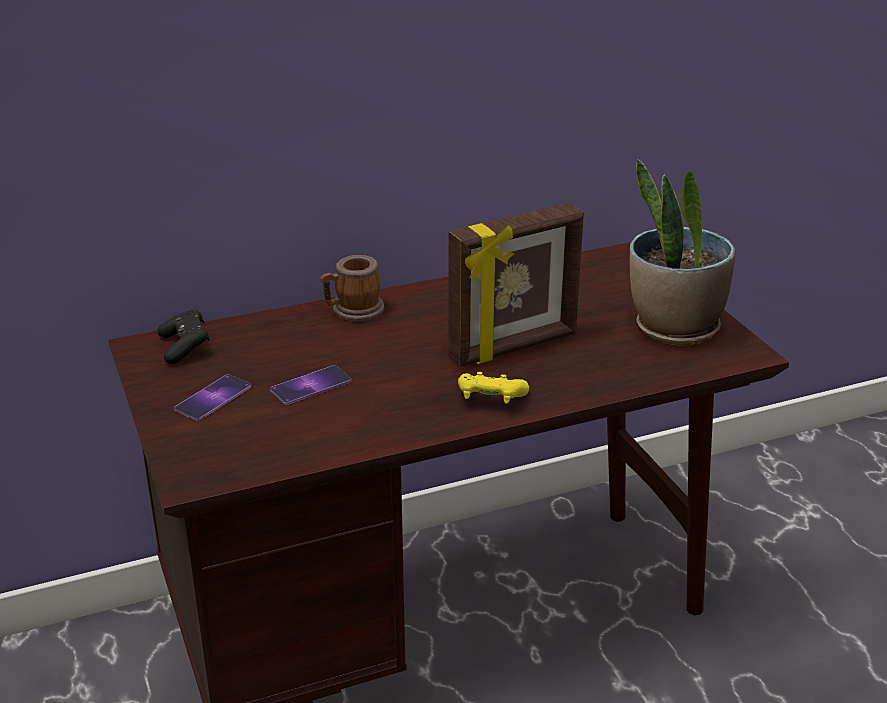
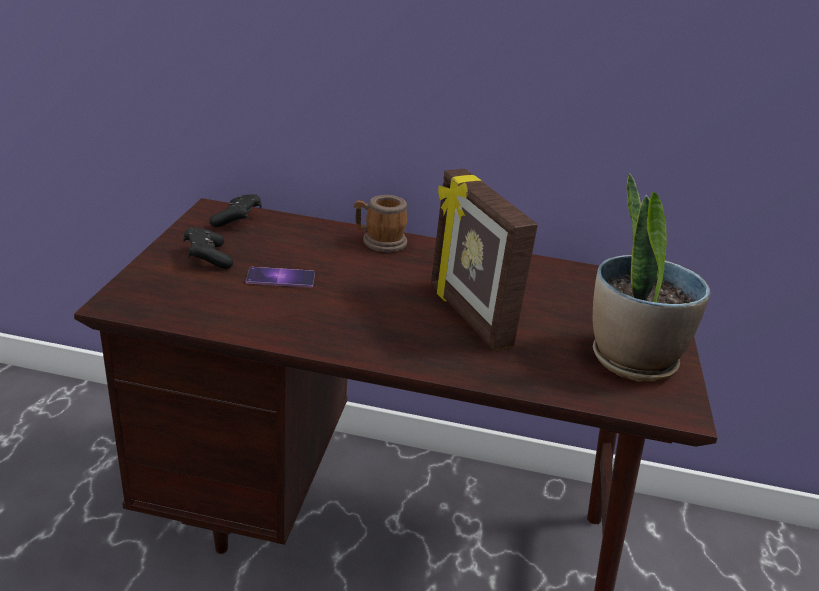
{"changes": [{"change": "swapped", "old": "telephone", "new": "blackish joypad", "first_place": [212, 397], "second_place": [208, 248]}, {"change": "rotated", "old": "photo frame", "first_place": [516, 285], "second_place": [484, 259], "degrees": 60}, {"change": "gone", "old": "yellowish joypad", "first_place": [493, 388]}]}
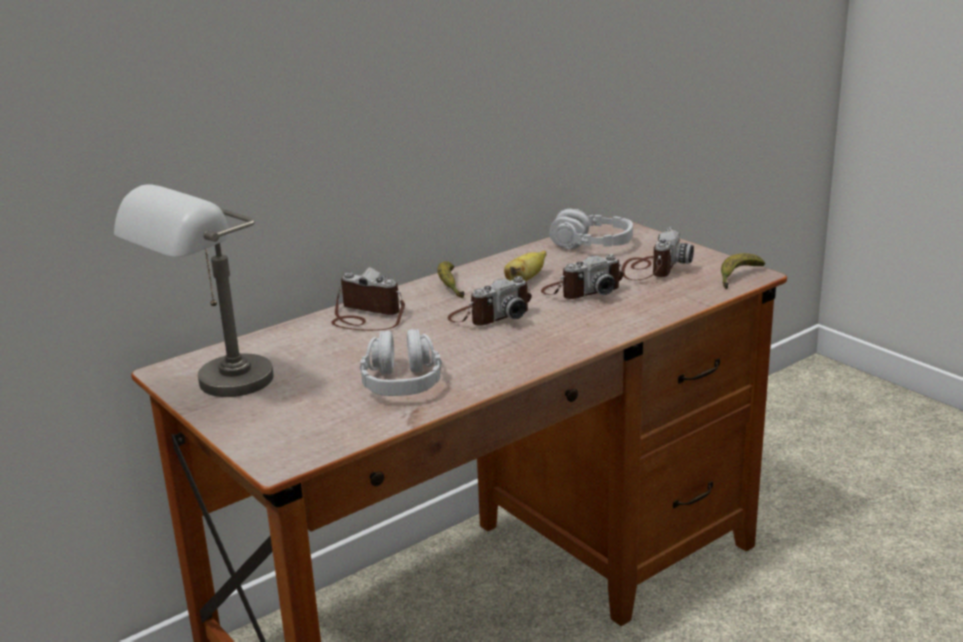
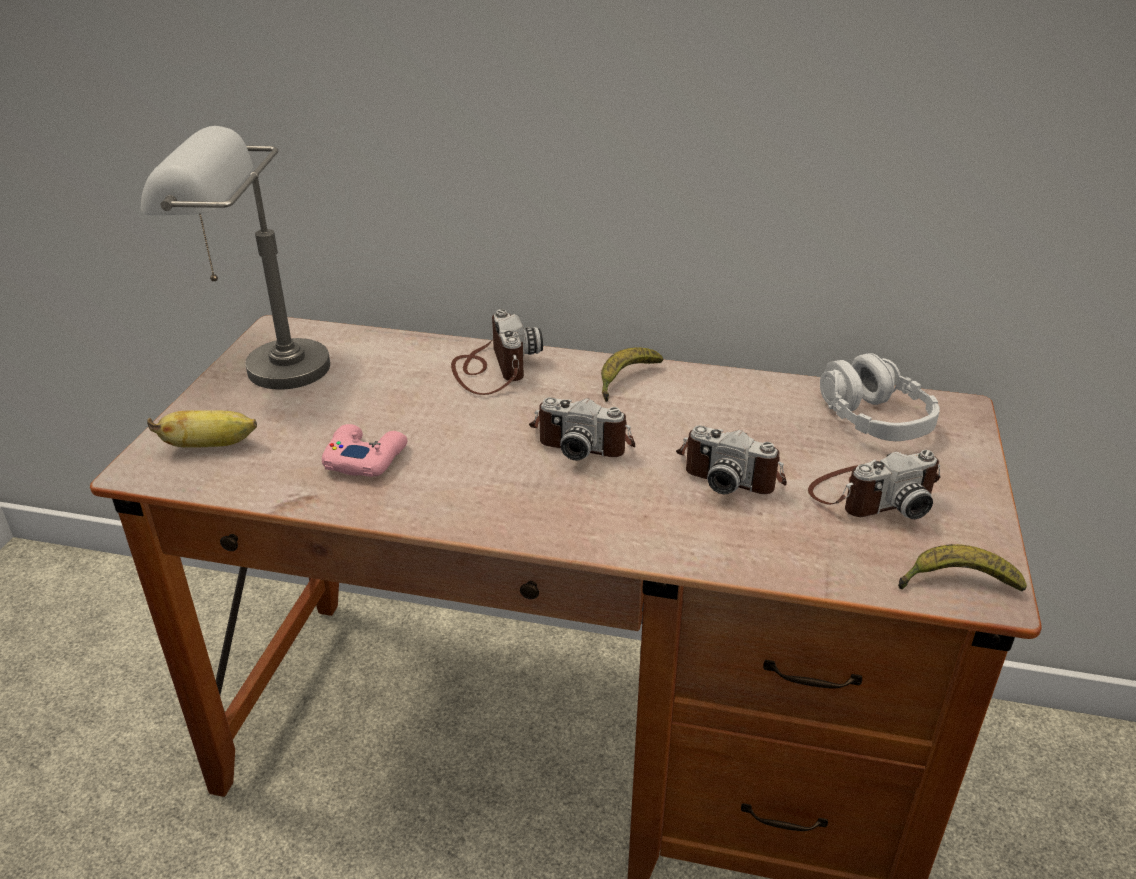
{"changes": [{"change": "swapped", "old": "greyish headphones", "new": "pink joypad", "first_place": [400, 362], "second_place": [364, 450]}, {"change": "shifted", "old": "whole banana", "first_place": [525, 266], "second_place": [202, 429]}]}
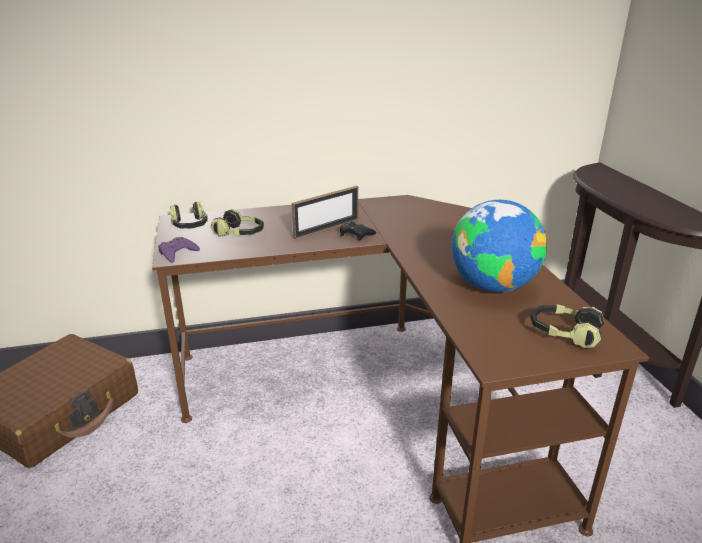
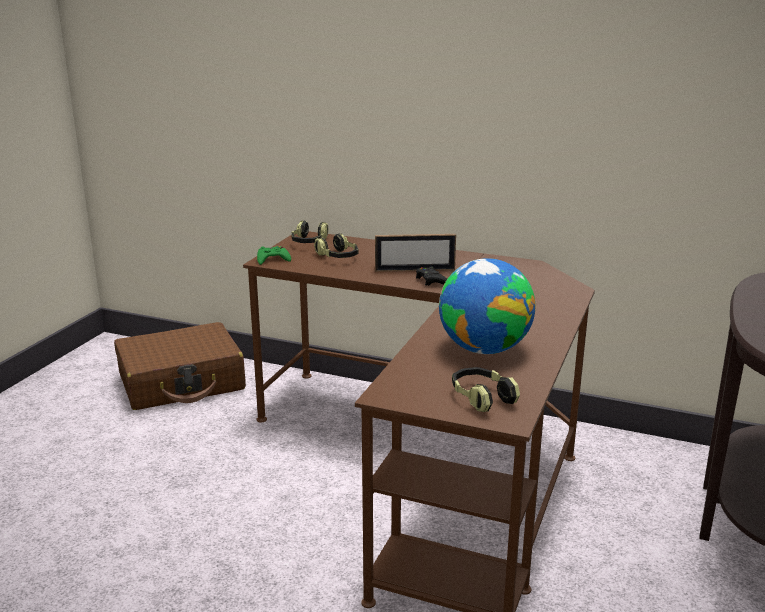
{"changes": [{"change": "repainted", "old": "purple joypad", "new": "green joypad", "first_place": [179, 250], "second_place": [274, 255]}]}
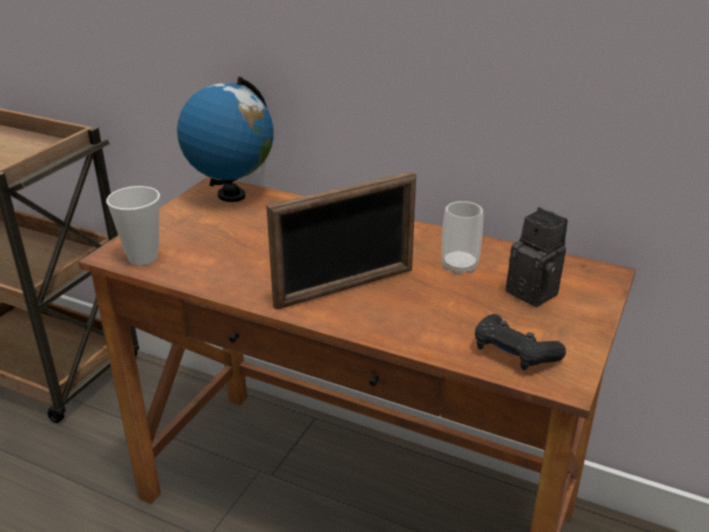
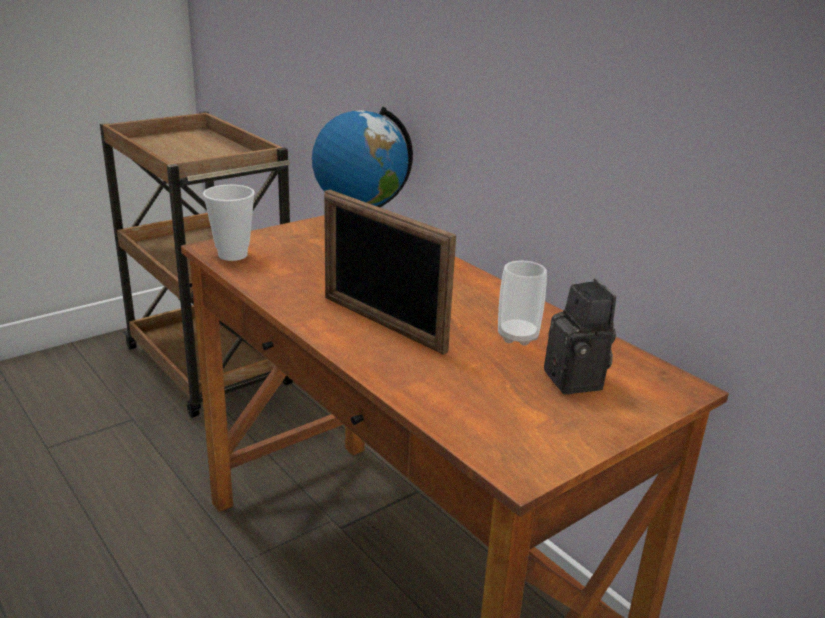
{"changes": [{"change": "rotated", "old": "photo frame", "first_place": [341, 240], "second_place": [390, 272], "degrees": 45}, {"change": "gone", "old": "blackish joypad", "first_place": [520, 342]}]}
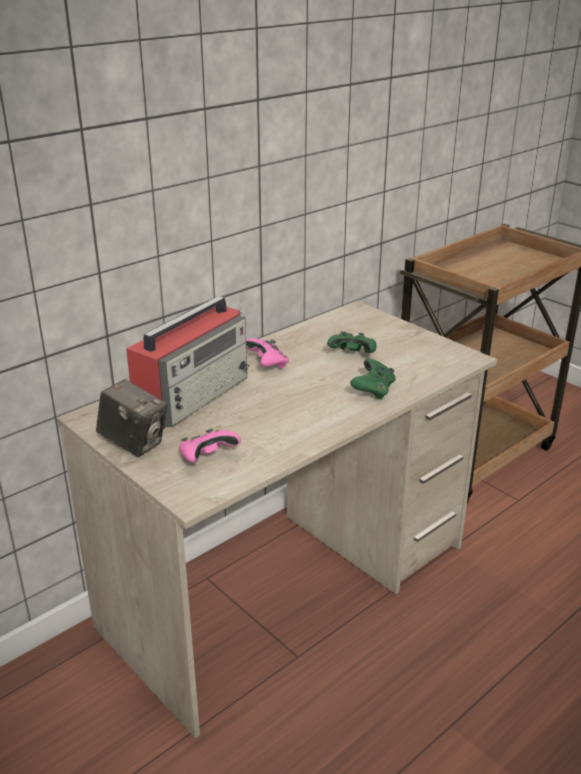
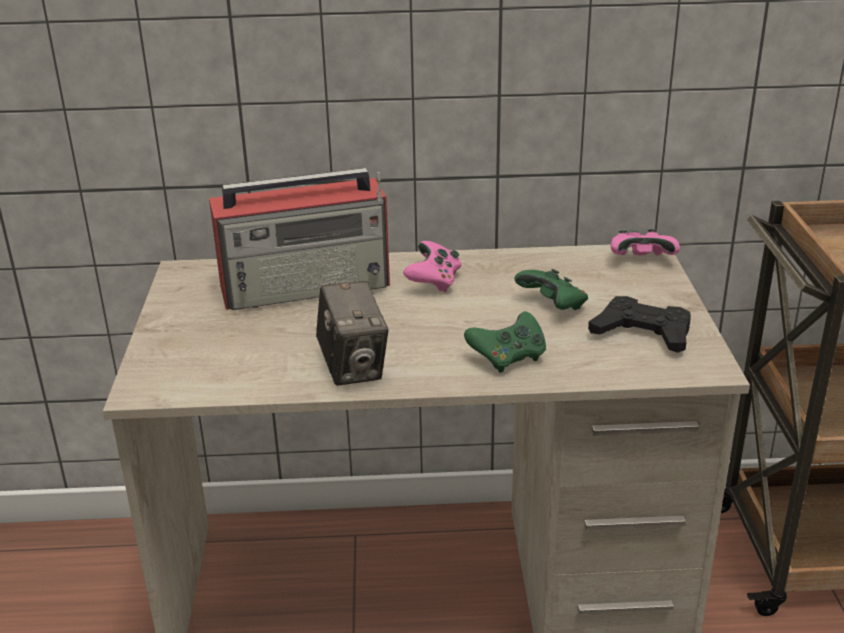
{"changes": [{"change": "shifted", "old": "still camera", "first_place": [131, 418], "second_place": [352, 333]}, {"change": "shifted", "old": "pink joypad", "first_place": [210, 446], "second_place": [645, 242]}, {"change": "new", "new": "blackish joypad", "second_place": [639, 324]}]}
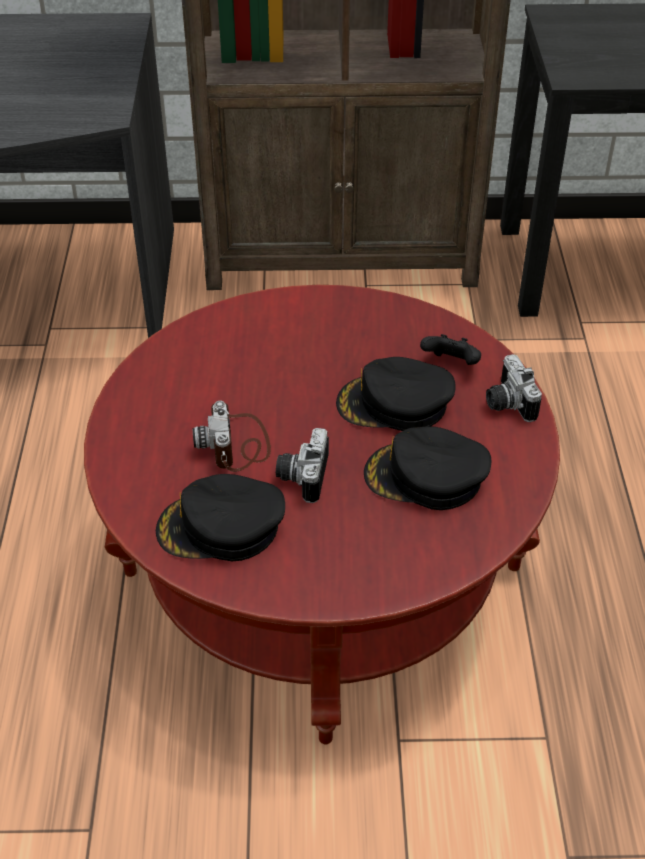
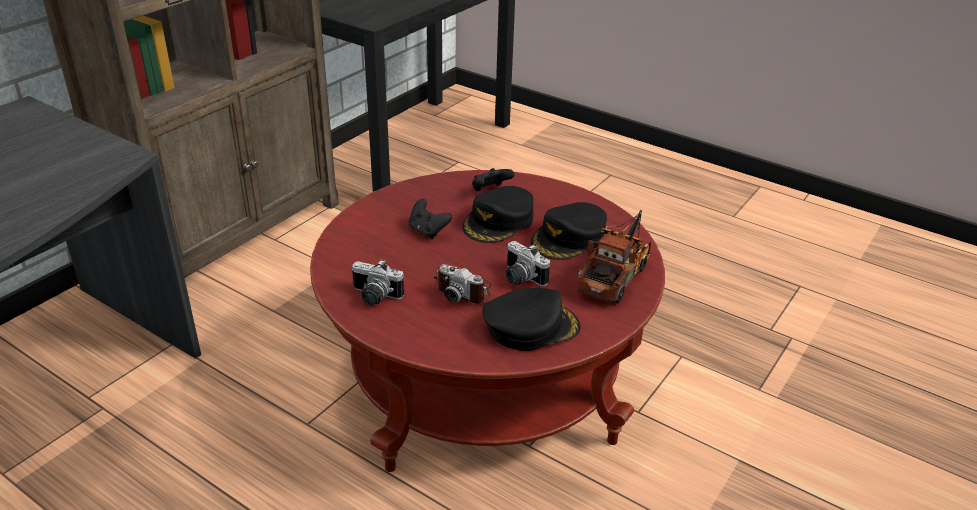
{"changes": [{"change": "rotated", "old": "blackish peaked cap", "first_place": [220, 517], "second_place": [531, 319], "degrees": -135}, {"change": "shifted", "old": "still camera", "first_place": [514, 388], "second_place": [378, 283]}, {"change": "new", "new": "blackish joypad", "second_place": [430, 219]}, {"change": "new", "new": "toy truck", "second_place": [614, 256]}]}
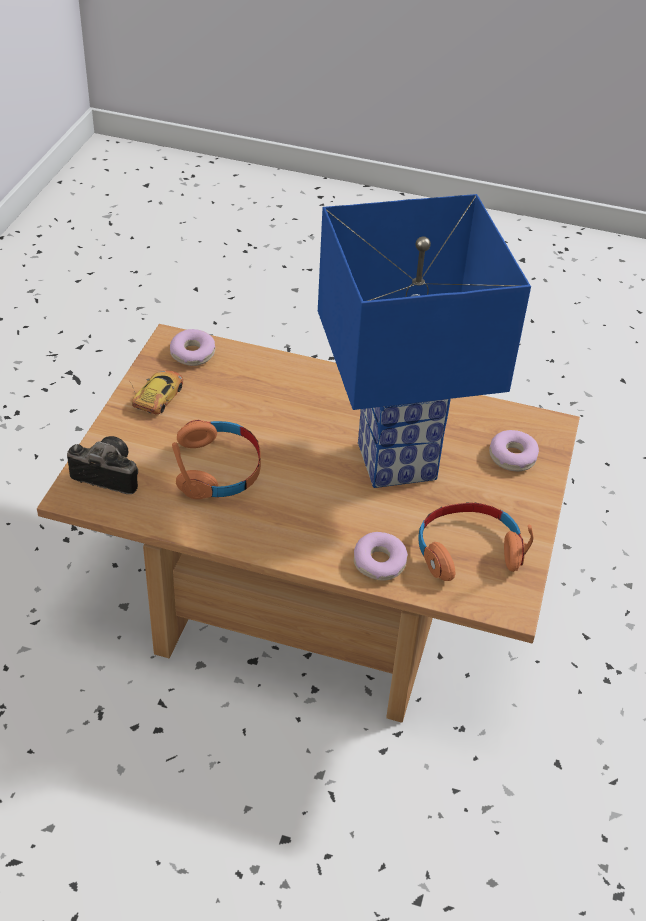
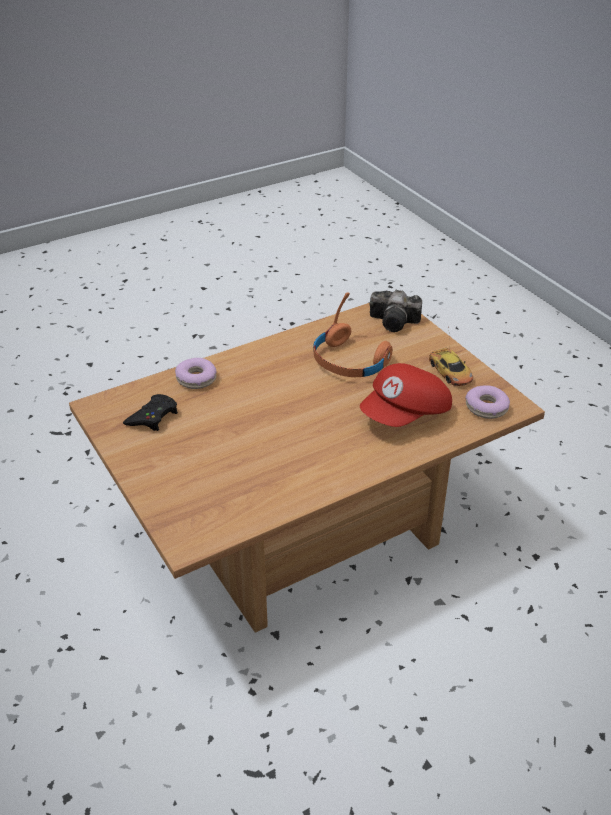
{"changes": [{"change": "rotated", "old": "still camera", "first_place": [102, 465], "second_place": [396, 310], "degrees": 45}, {"change": "gone", "old": "bluish lamp for a table", "first_place": [424, 341]}, {"change": "swapped", "old": "orangey headphones", "new": "blackish joypad", "first_place": [475, 541], "second_place": [150, 412]}, {"change": "gone", "old": "ring doughnut", "first_place": [514, 450]}, {"change": "new", "new": "red-coloured peaked cap", "second_place": [406, 395]}]}
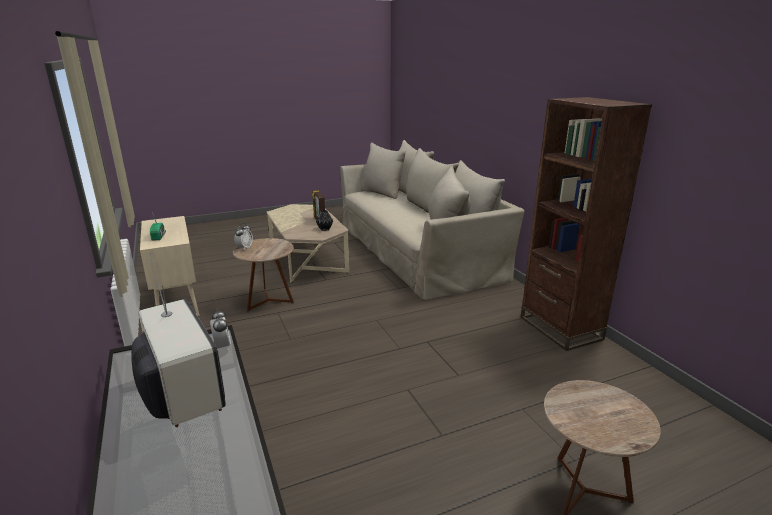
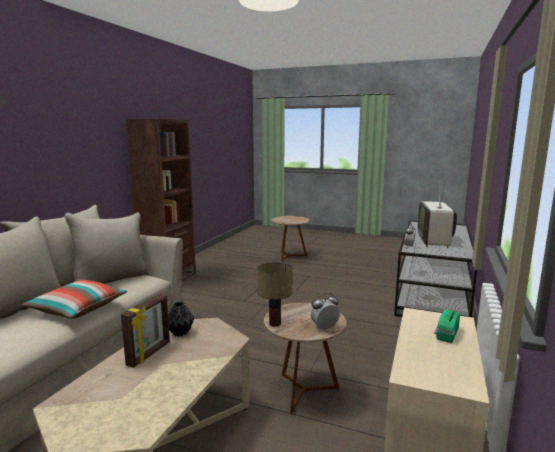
{"changes": [{"change": "new", "new": "cushion", "second_place": [74, 299]}, {"change": "new", "new": "lamp for a table", "second_place": [275, 294]}]}
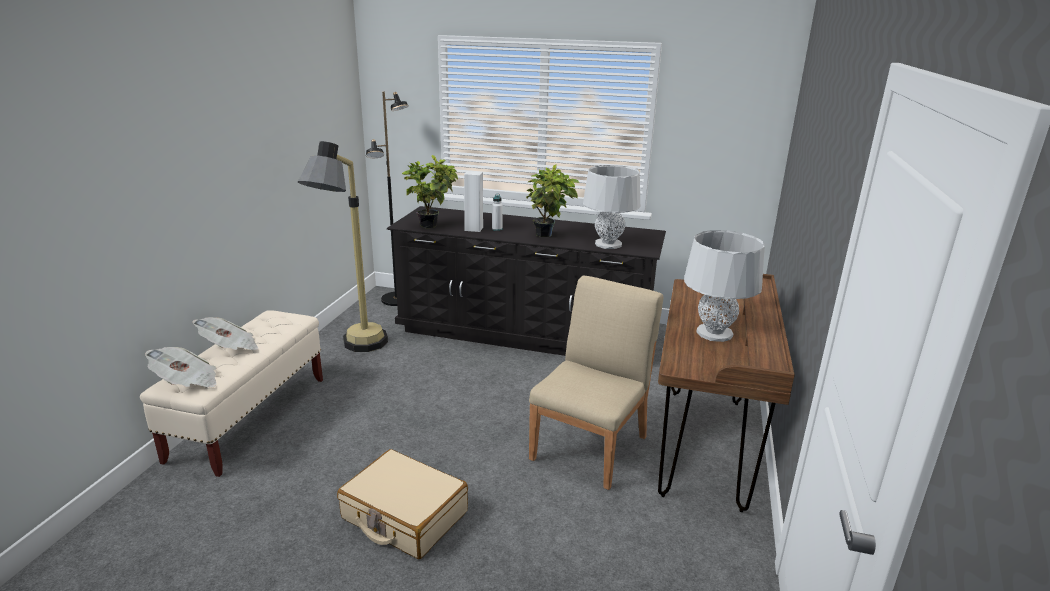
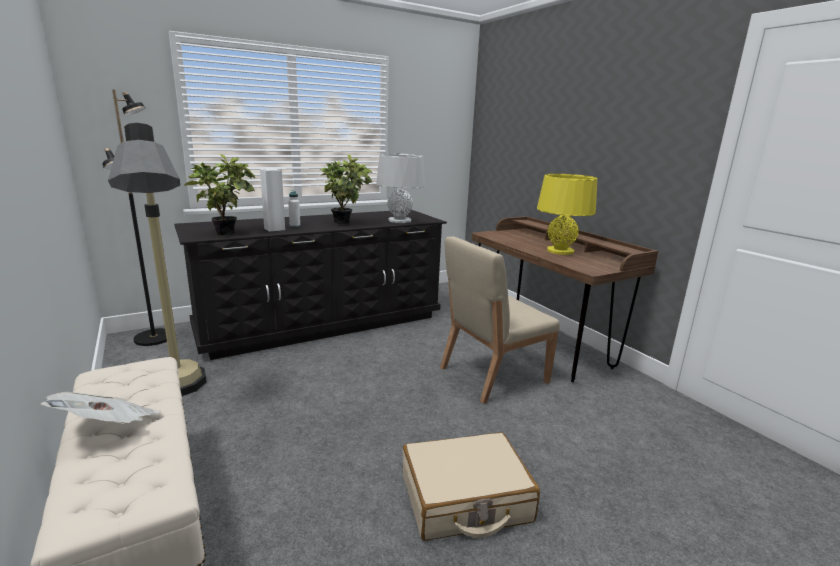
{"changes": [{"change": "gone", "old": "printed paper", "first_place": [180, 367]}, {"change": "rotated", "old": "beige-coloured chair", "first_place": [596, 382], "second_place": [500, 320], "degrees": -105}, {"change": "repainted", "old": "greyish lamp for a table", "new": "yellowish lamp for a table", "first_place": [724, 286], "second_place": [567, 214]}]}
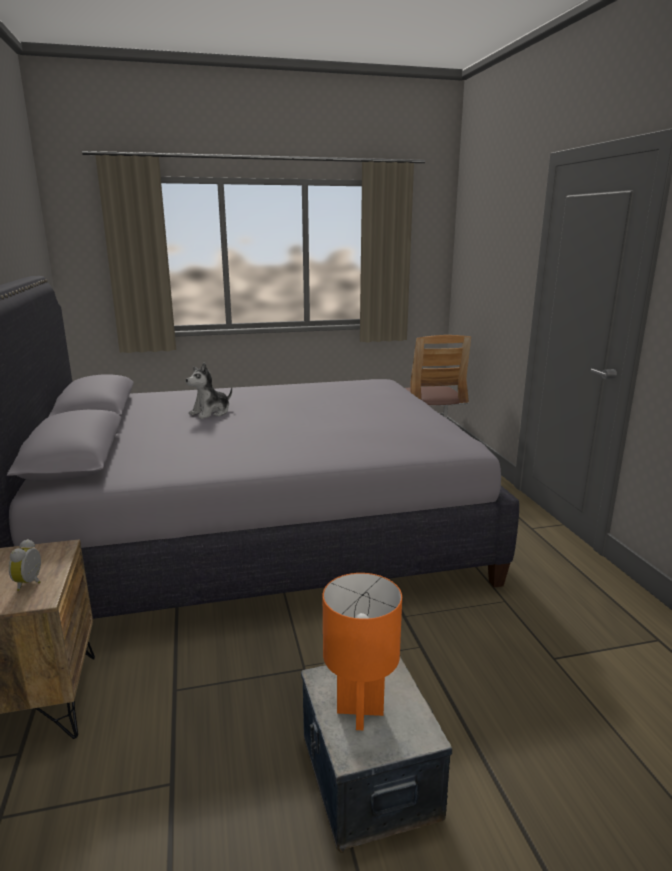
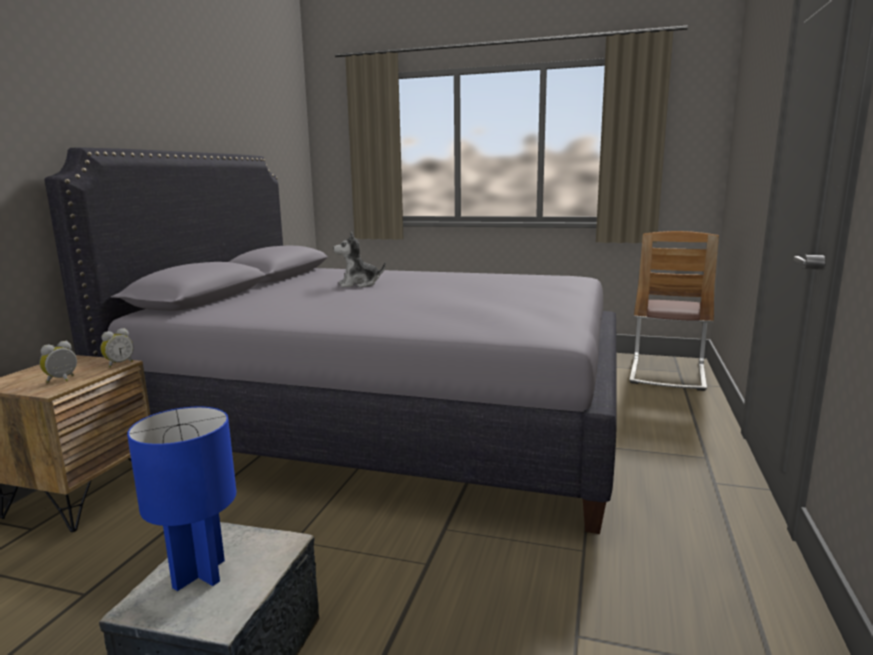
{"changes": [{"change": "repainted", "old": "orangey lamp for a table", "new": "bluish lamp for a table", "first_place": [362, 651], "second_place": [181, 499]}, {"change": "new", "new": "table clock", "second_place": [117, 348]}]}
